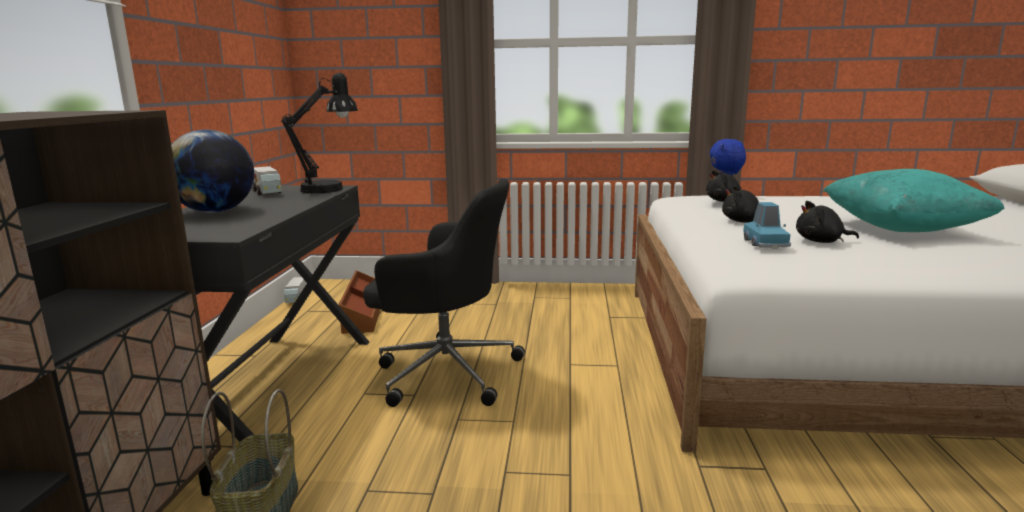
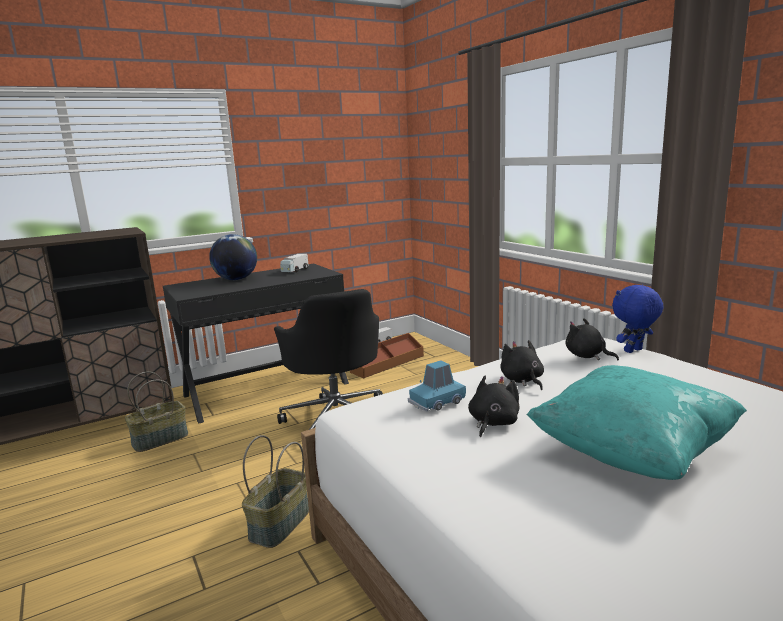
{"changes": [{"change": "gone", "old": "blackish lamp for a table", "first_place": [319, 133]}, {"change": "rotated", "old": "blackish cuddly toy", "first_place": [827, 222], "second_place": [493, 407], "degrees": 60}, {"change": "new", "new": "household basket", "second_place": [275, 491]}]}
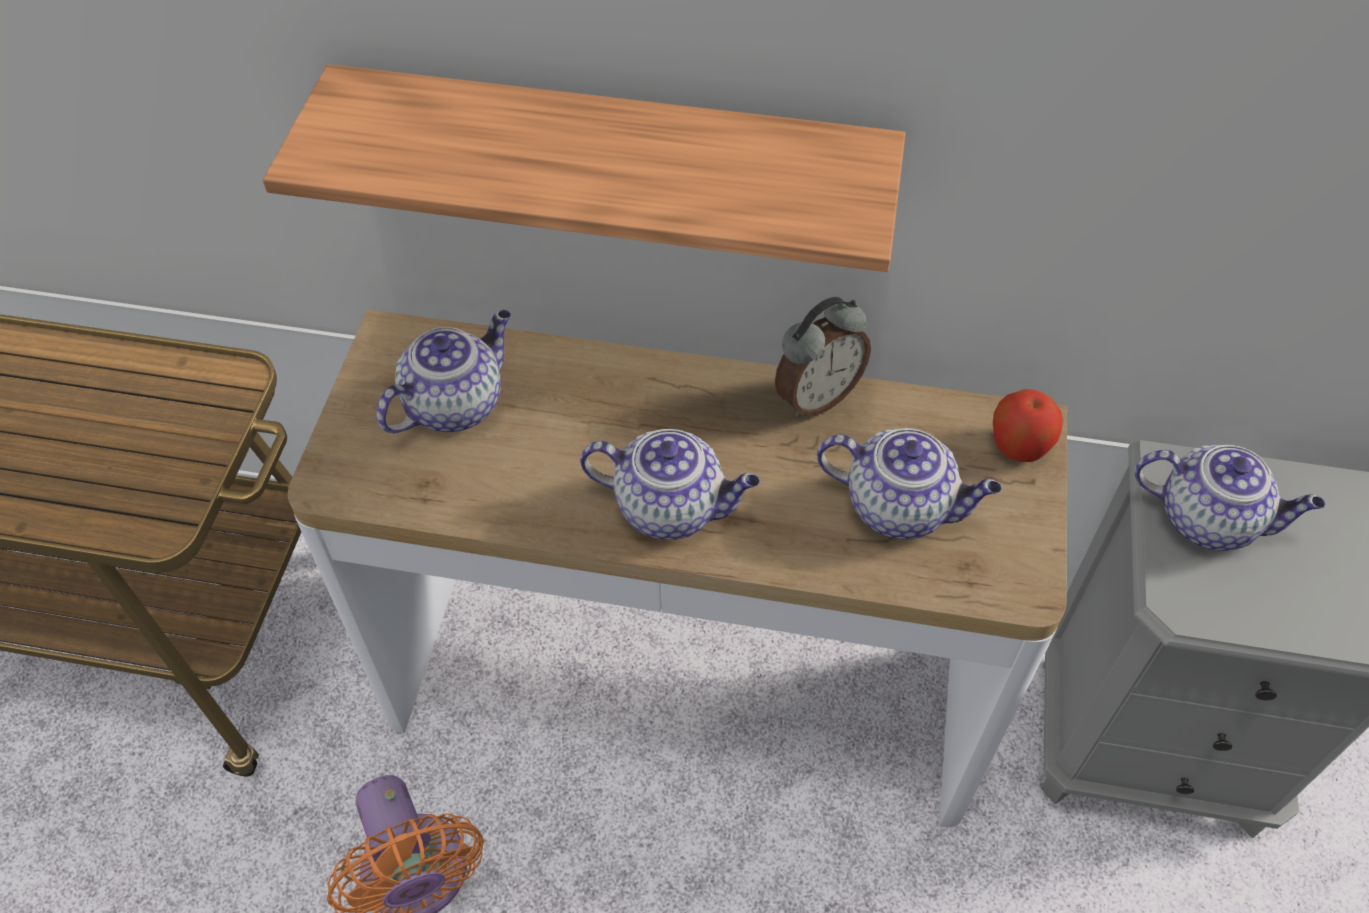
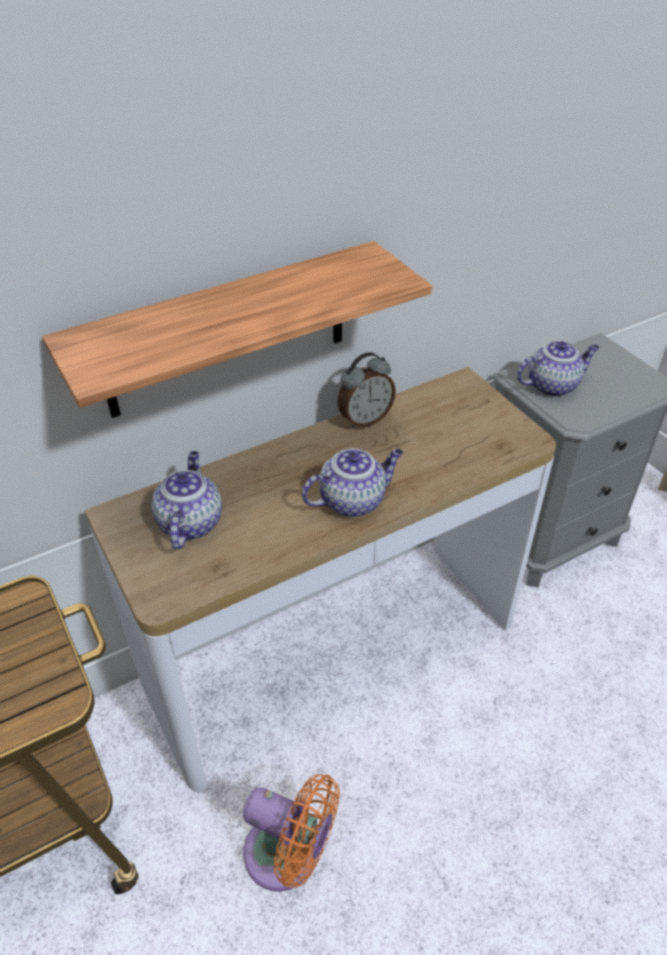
{"changes": [{"change": "rotated", "old": "table clock", "first_place": [823, 357], "second_place": [366, 390], "degrees": 45}, {"change": "gone", "old": "teapot", "first_place": [909, 483]}, {"change": "gone", "old": "whole apple", "first_place": [1028, 425]}]}
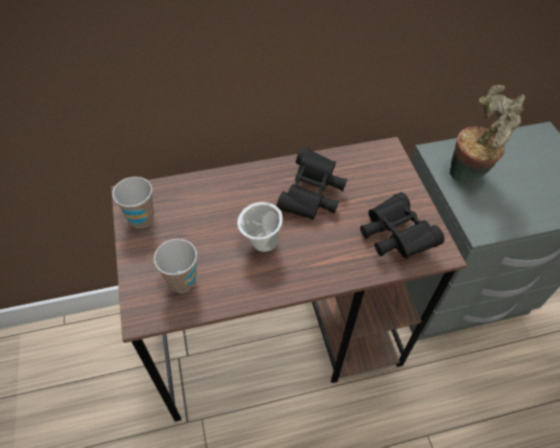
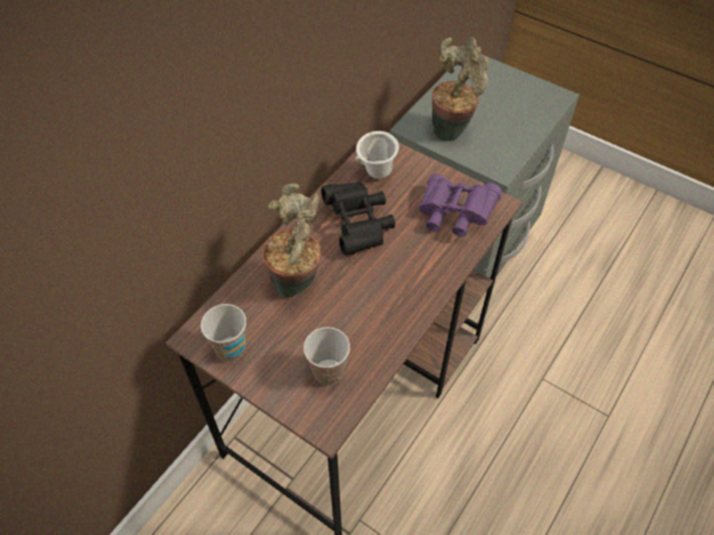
{"changes": [{"change": "shifted", "old": "whitish mug", "first_place": [260, 227], "second_place": [377, 155]}, {"change": "repainted", "old": "blackish field glasses", "new": "purple field glasses", "first_place": [402, 225], "second_place": [460, 205]}, {"change": "new", "new": "houseplant", "second_place": [291, 240]}]}
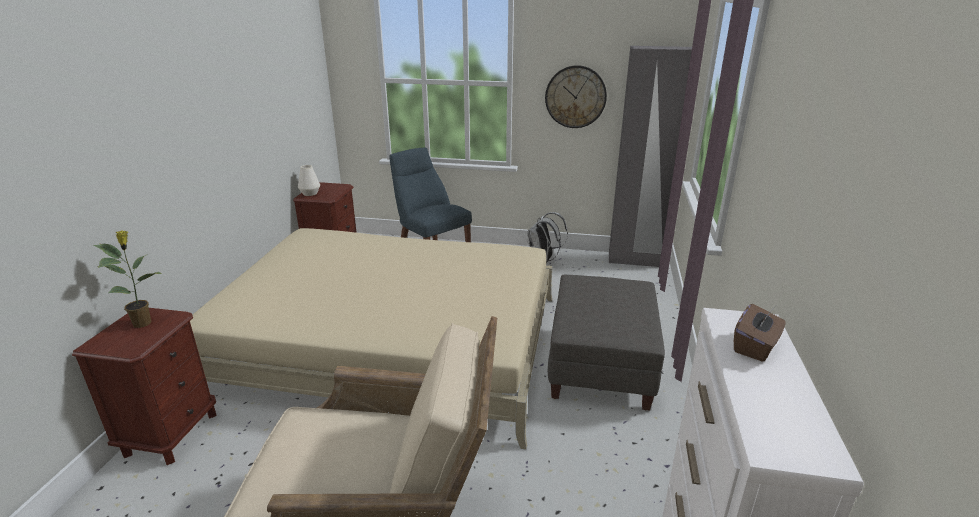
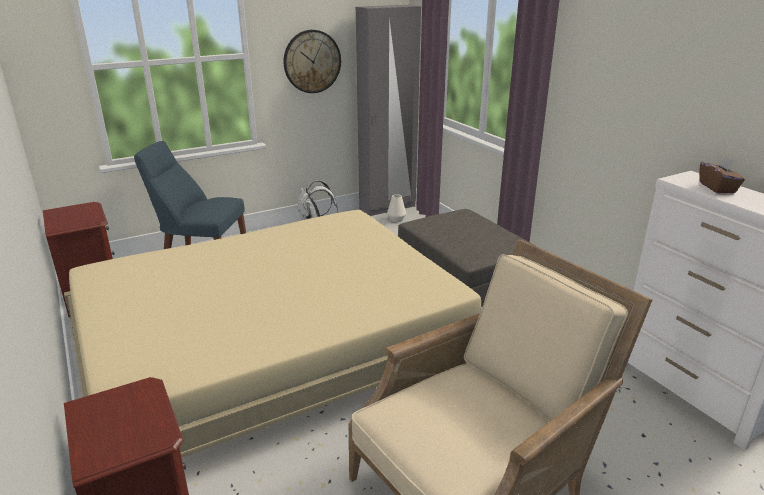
{"changes": [{"change": "gone", "old": "houseplant", "first_place": [127, 279]}, {"change": "shifted", "old": "whitish flower vase", "first_place": [309, 180], "second_place": [396, 208]}]}
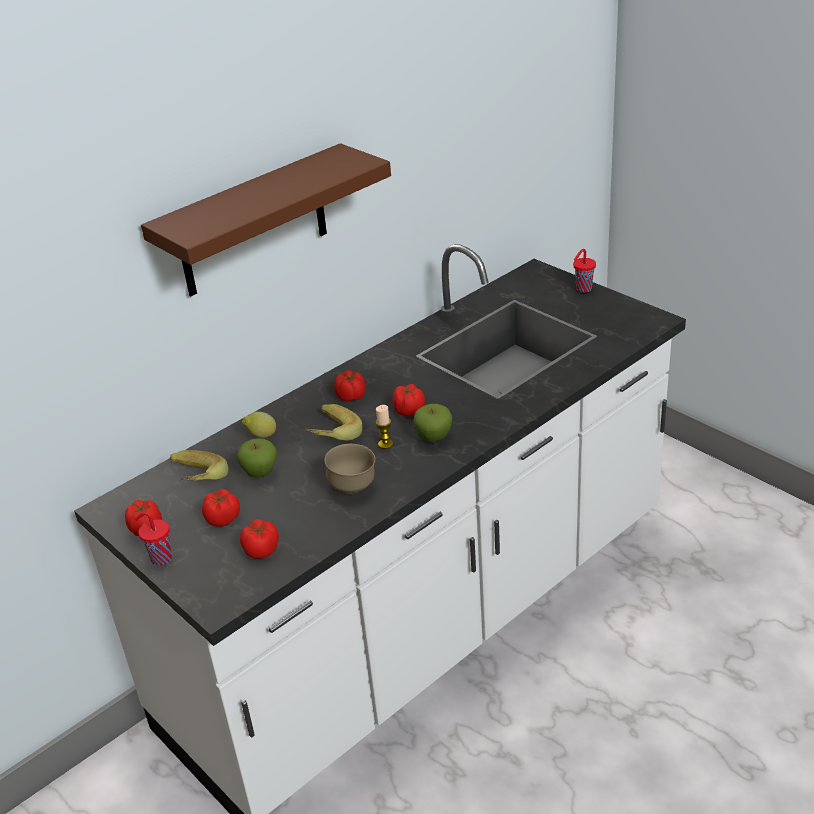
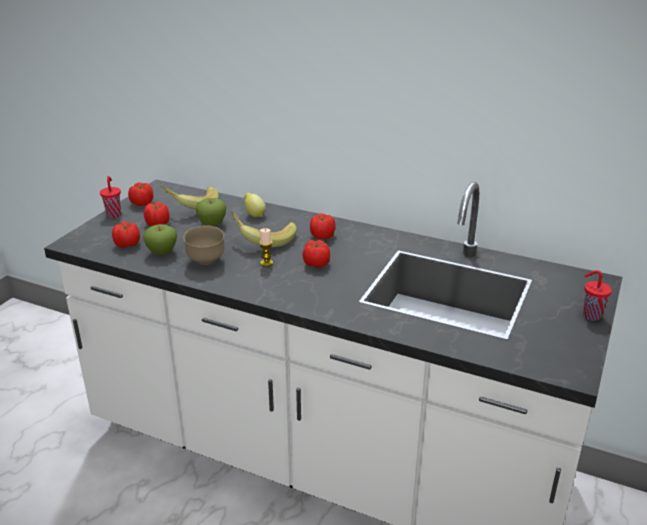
{"changes": [{"change": "gone", "old": "brown-coloured wall shelf", "first_place": [266, 219]}, {"change": "shifted", "old": "whole apple", "first_place": [433, 423], "second_place": [160, 239]}]}
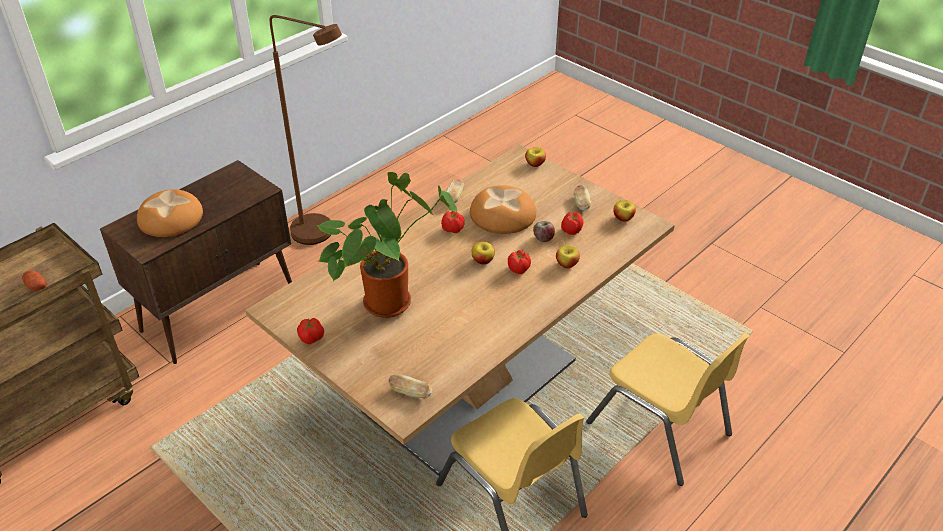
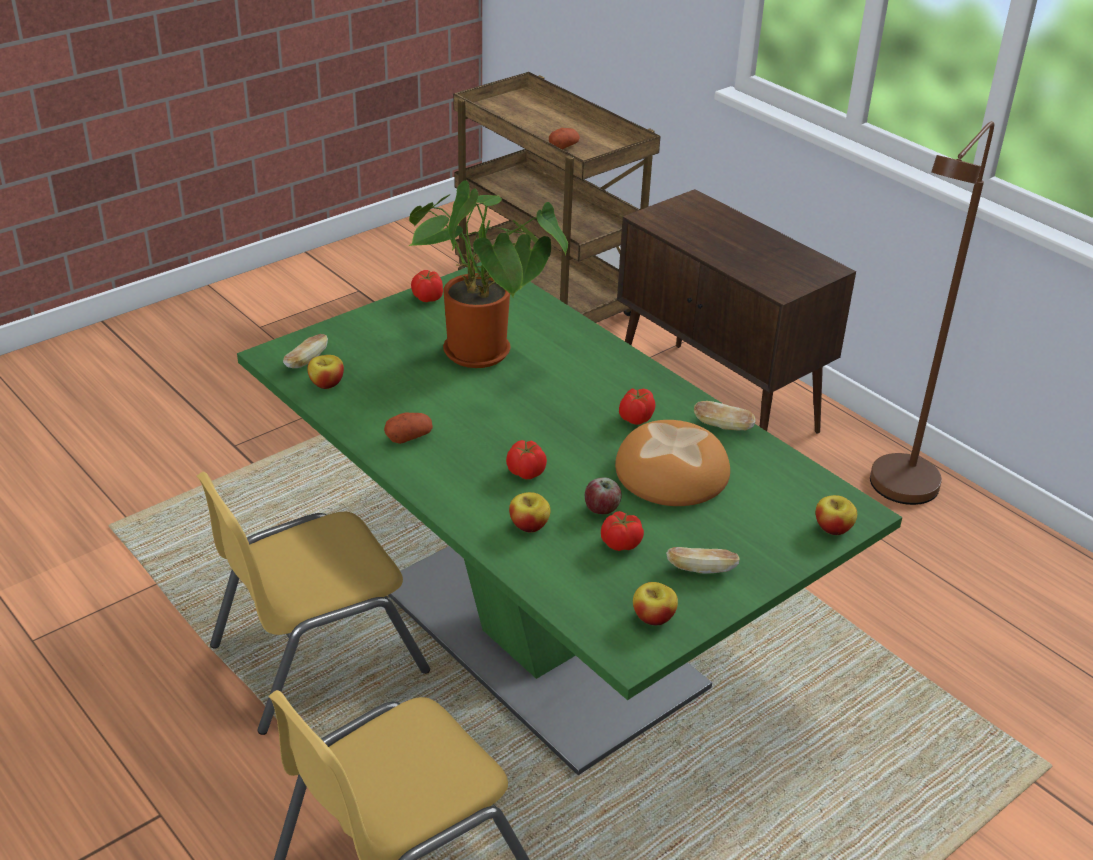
{"changes": [{"change": "gone", "old": "bakery bread", "first_place": [170, 213]}, {"change": "repainted", "old": "brown-coloured dining table", "new": "green dining table", "first_place": [460, 310], "second_place": [569, 518]}, {"change": "shifted", "old": "whole apple", "first_place": [483, 253], "second_place": [325, 372]}, {"change": "new", "new": "spud", "second_place": [408, 428]}]}
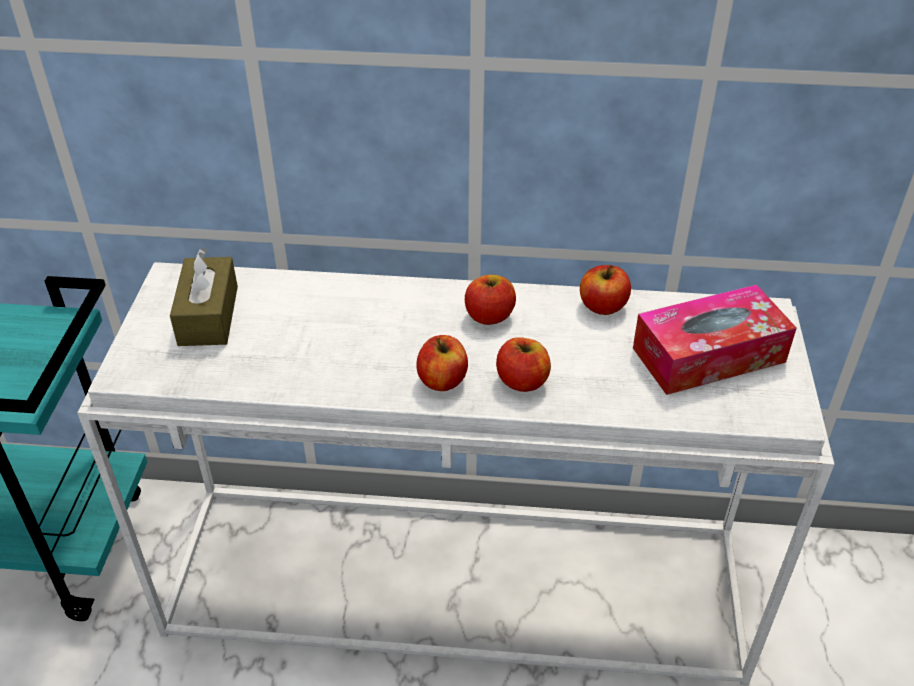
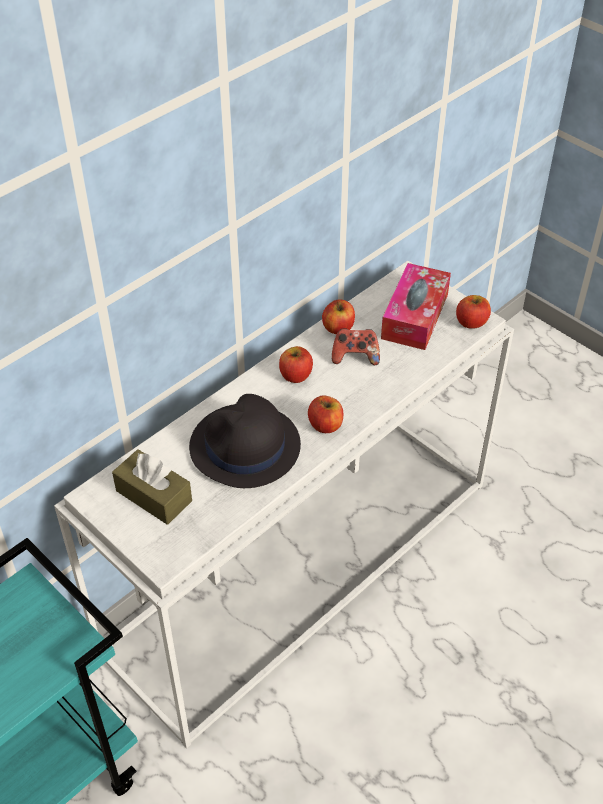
{"changes": [{"change": "shifted", "old": "whole apple", "first_place": [523, 364], "second_place": [473, 312]}, {"change": "new", "new": "blackish clothing hat", "second_place": [245, 441]}, {"change": "new", "new": "joypad", "second_place": [356, 346]}]}
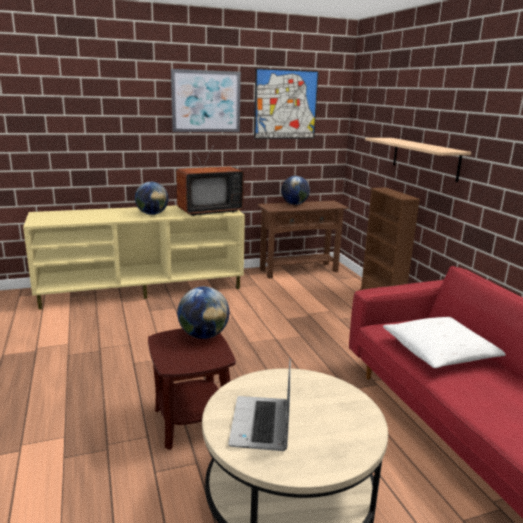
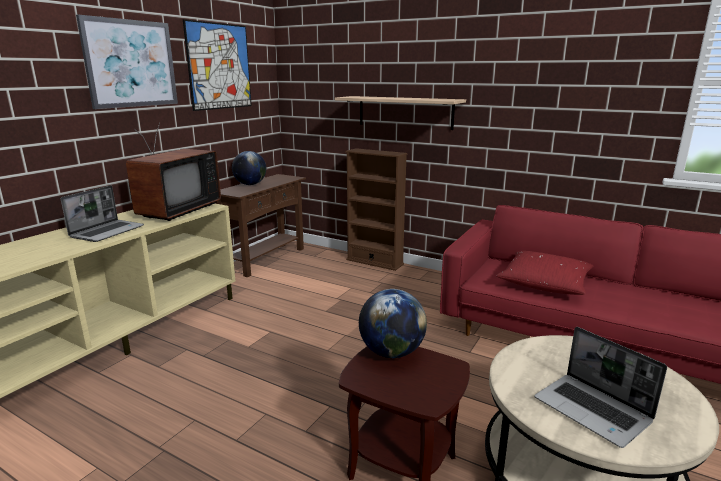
{"changes": [{"change": "swapped", "old": "desk globe", "new": "portable computer", "first_place": [151, 198], "second_place": [102, 213]}, {"change": "repainted", "old": "whitish cushion", "new": "red-coloured cushion", "first_place": [444, 342], "second_place": [544, 273]}]}
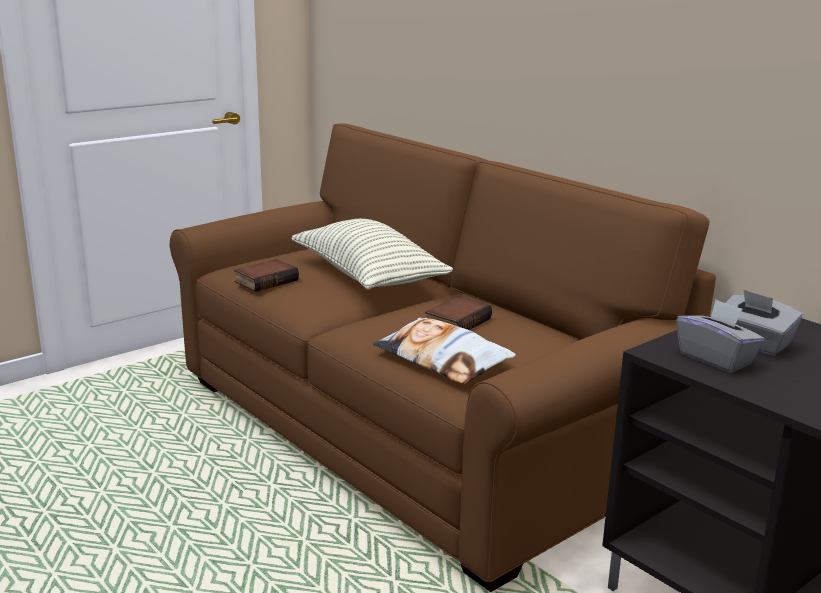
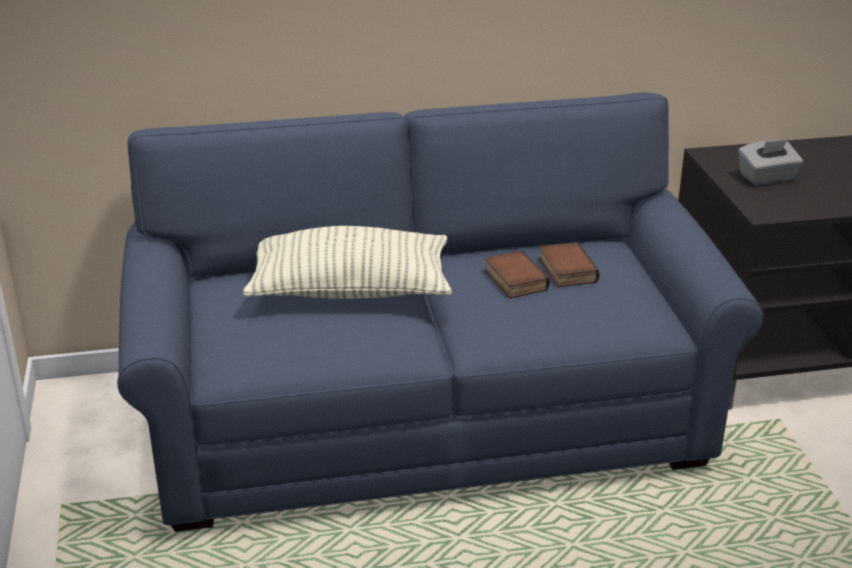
{"changes": [{"change": "repainted", "old": "brown-coloured settee", "new": "bluish settee", "first_place": [443, 358], "second_place": [440, 312]}, {"change": "shifted", "old": "bound book", "first_place": [266, 275], "second_place": [569, 264]}, {"change": "gone", "old": "cushion", "first_place": [444, 351]}, {"change": "gone", "old": "greyish tissue box", "first_place": [720, 336]}]}
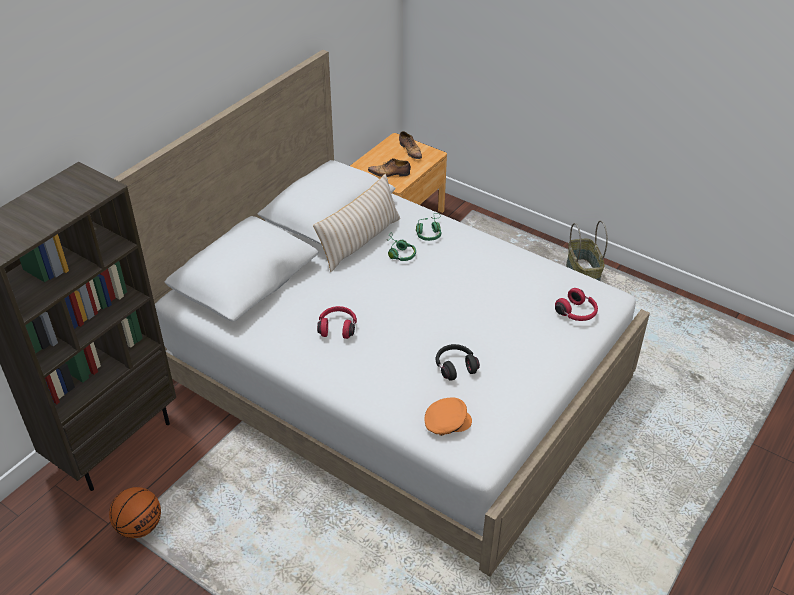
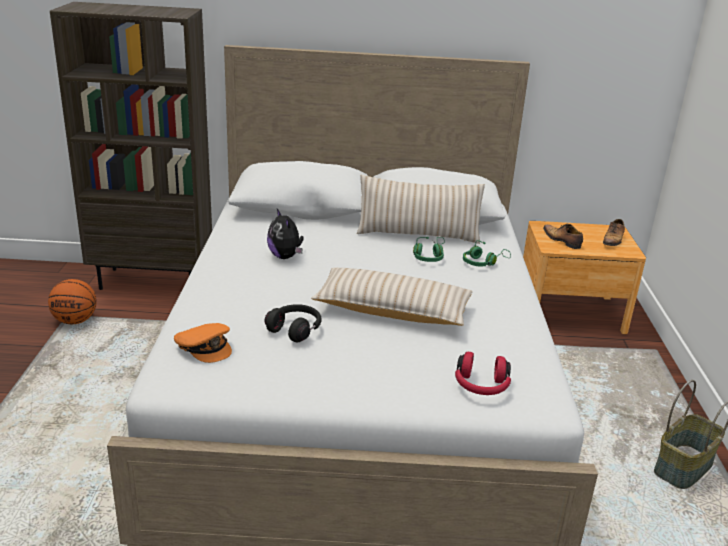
{"changes": [{"change": "swapped", "old": "red-coloured headphones", "new": "cuddly toy", "first_place": [337, 322], "second_place": [285, 234]}, {"change": "new", "new": "beige-coloured cushion", "second_place": [391, 297]}]}
